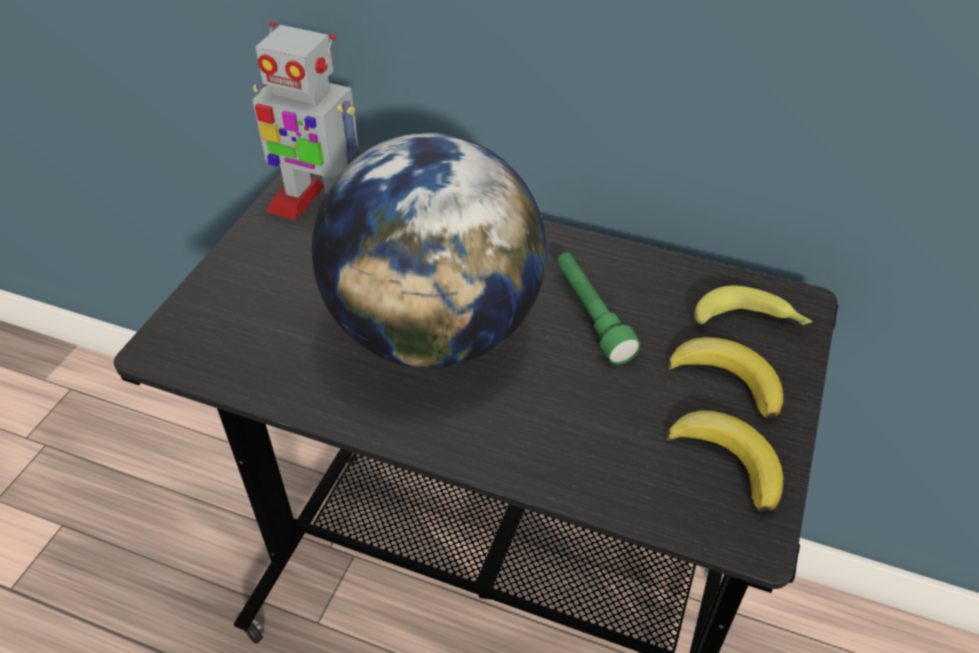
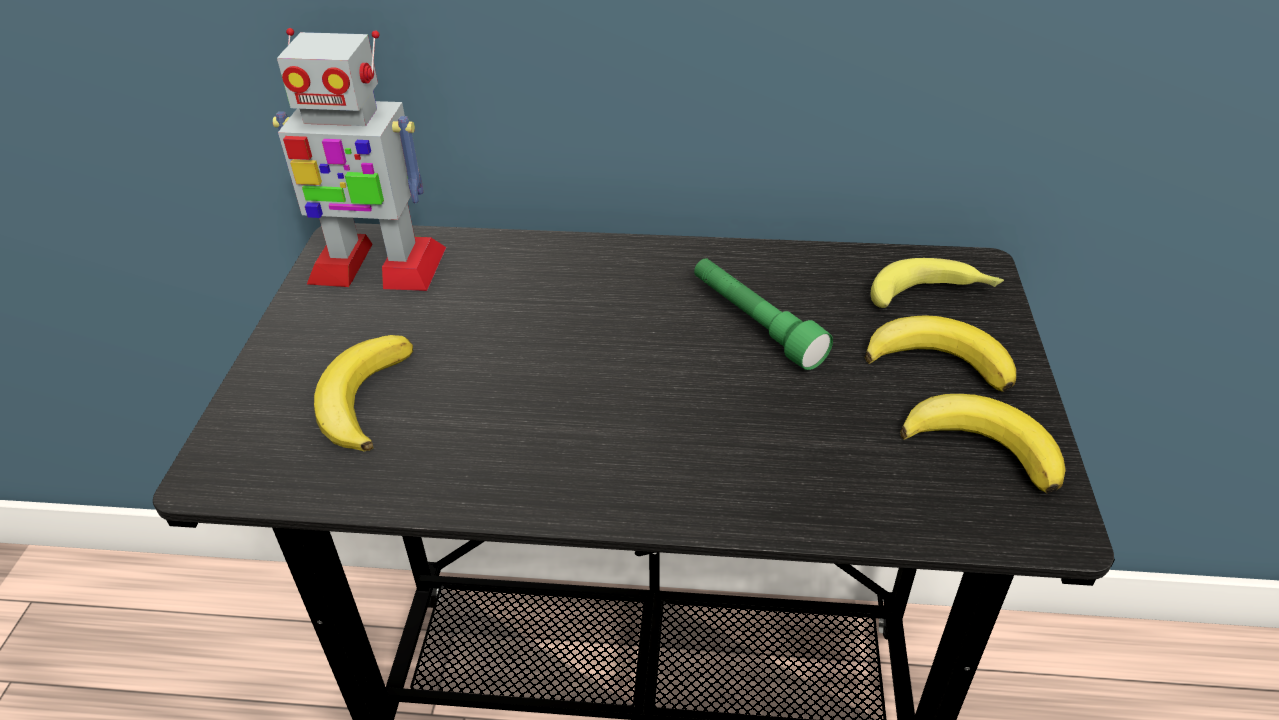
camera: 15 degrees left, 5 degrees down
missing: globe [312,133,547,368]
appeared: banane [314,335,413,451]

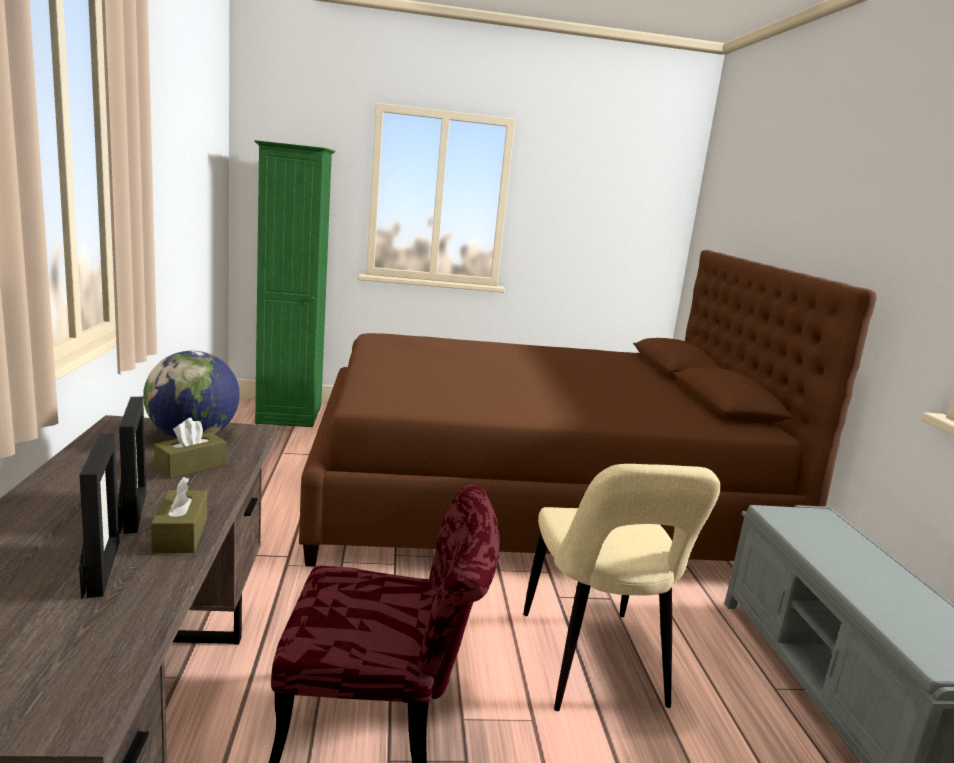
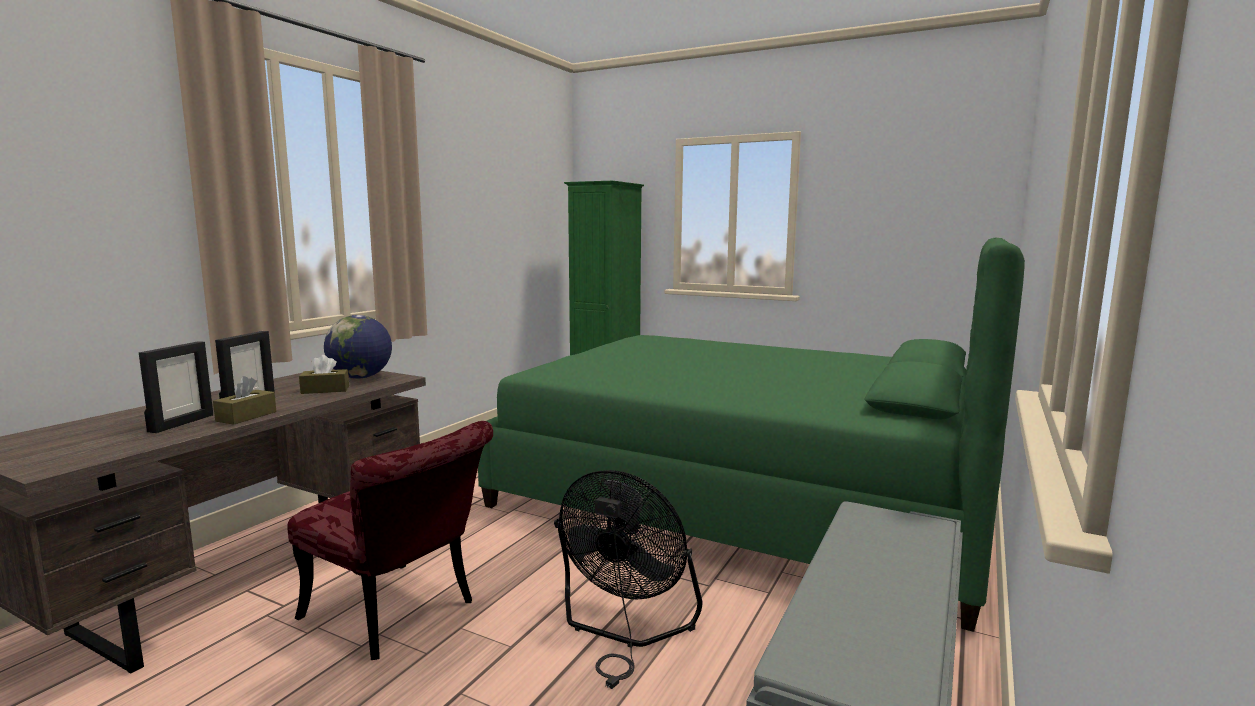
camera: 35 degrees right, 5 degrees down
exchanged: chaise/beige [523,464,721,711] to ventilateur/noir [554,470,702,689]
colour: lit/marron [299,250,876,566] to lit/vert [478,237,1025,632]

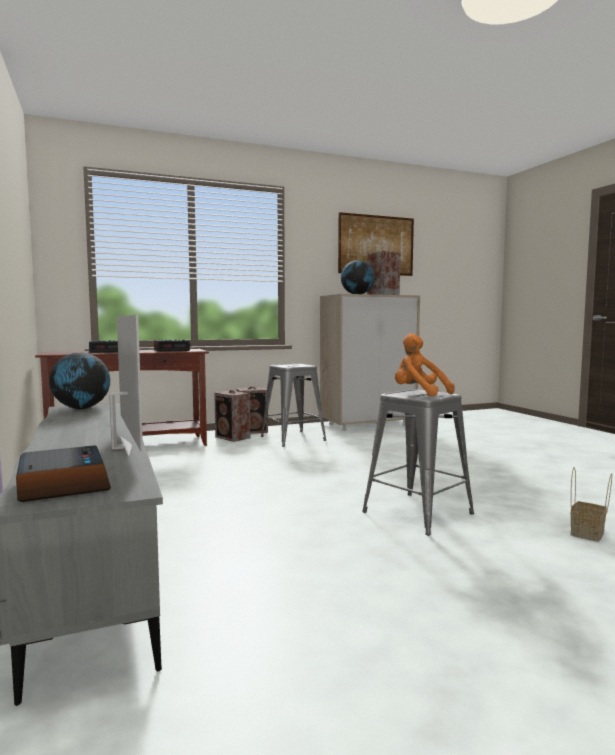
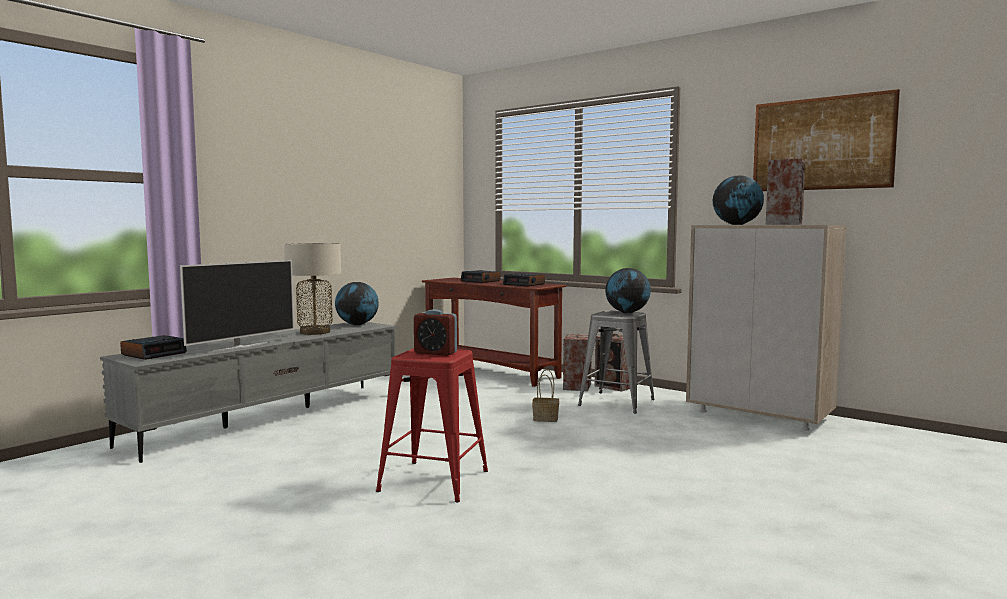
camera: 60 degrees right, 0 degrees up
appeared: lampe de table [284,243,341,335]; globe [605,268,651,313]
relocated: panier [570,467,612,542] to [532,369,559,422]
exchanged: peluche/orange [395,333,455,396] to réveil [414,309,457,356]
colour: tabouret/gris [362,389,474,536] to tabouret/rouge [376,348,488,503]

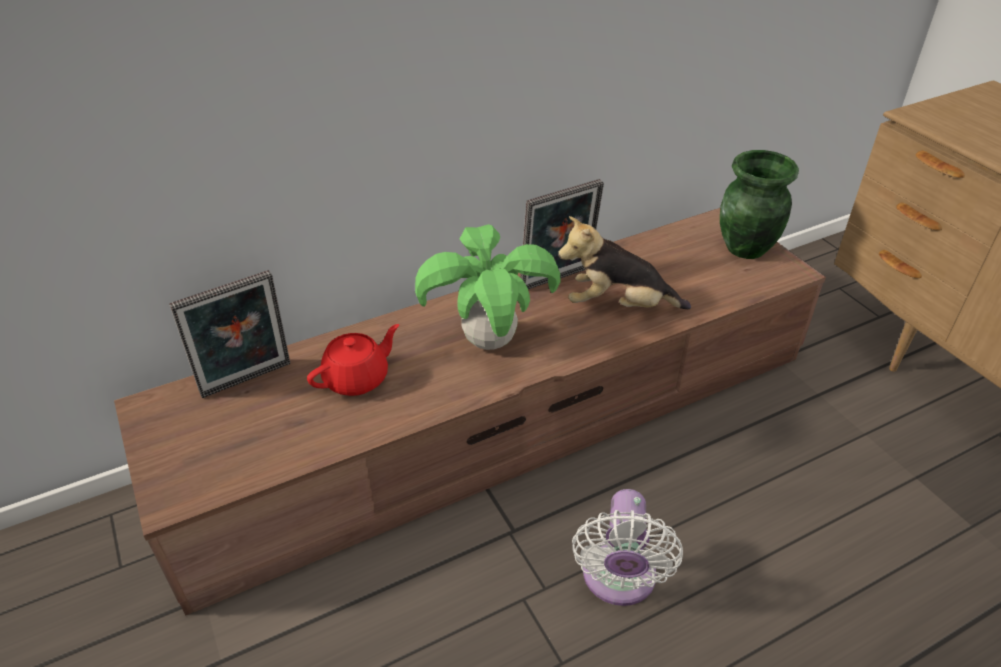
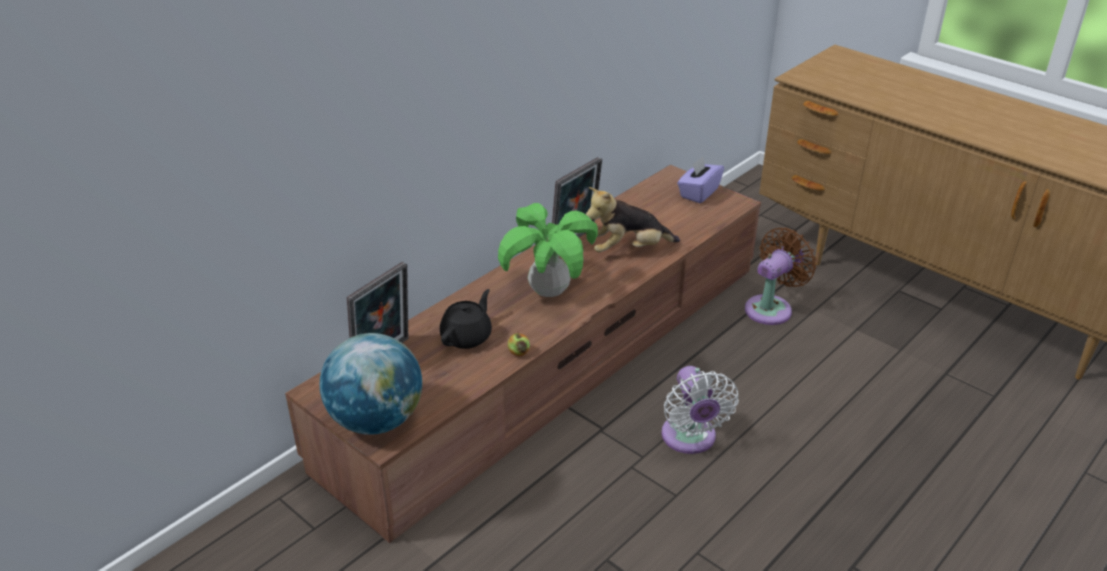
camera: 20 degrees left, 5 degrees down
appeared: globe [319,333,422,435]; pomme [508,333,530,356]; ventilateur/marron [745,227,816,325]
exchanged: vase/vert [720,150,799,259] to boîte à mouchoirs/violet [677,157,724,203]
colour: théière/rouge [307,324,399,396] to théière/noir [440,289,492,349]

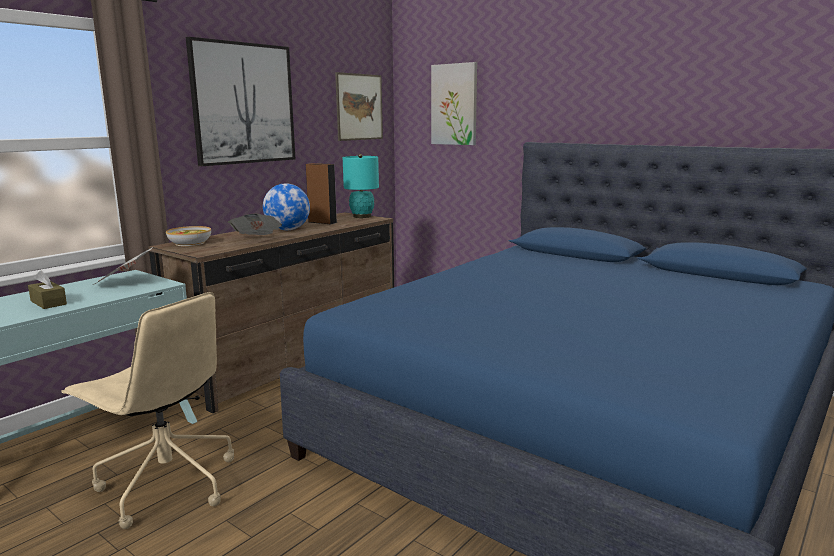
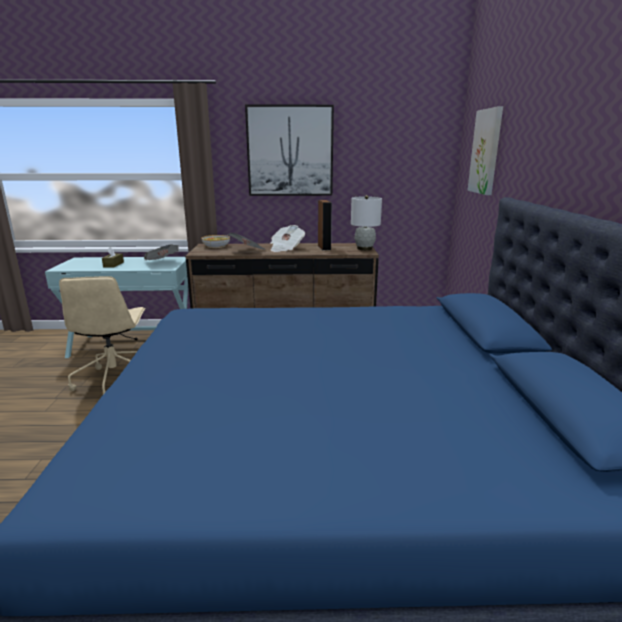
camera: 50 degrees right, 5 degrees up
missing: tableau [335,72,383,141]
exchanged: globe [263,184,310,230] to journal [270,225,305,252]
colour: lampe de table/turquoise [343,154,379,218] to lampe de table/blanc [351,195,382,250]

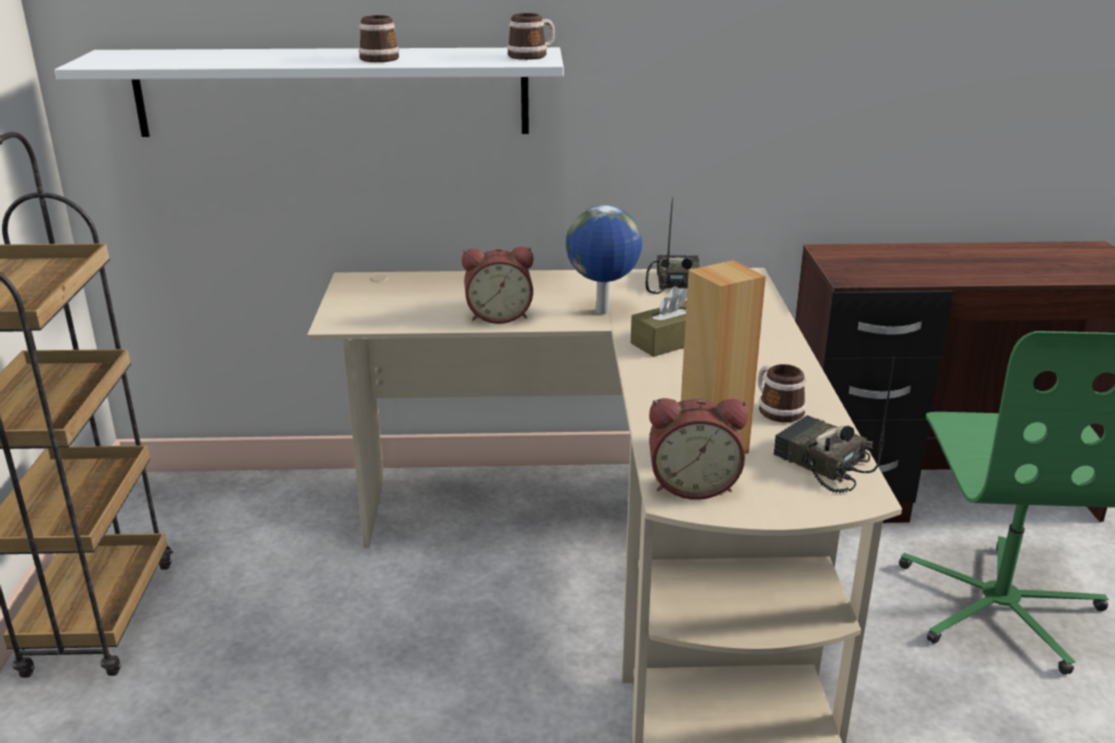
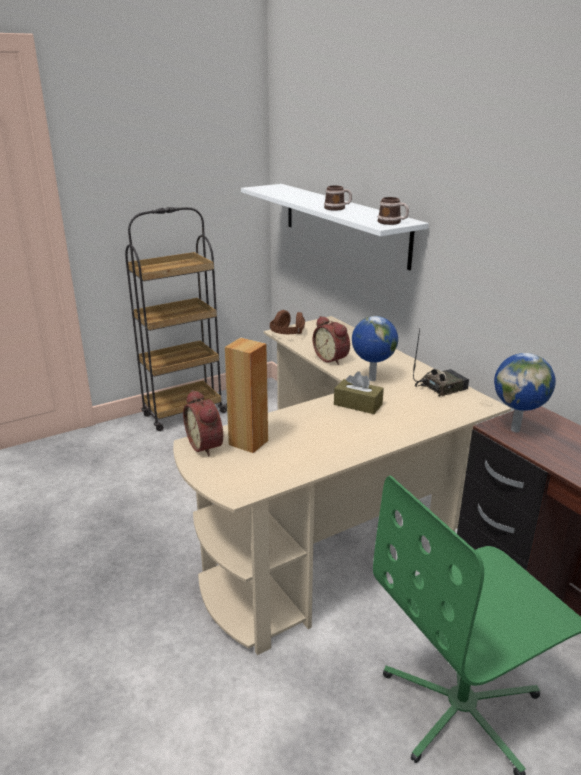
camera: 60 degrees right, 0 degrees up
missing: mug [757,364,806,422]; radio [774,357,894,493]
appeared: casque audio/marron [269,310,305,334]; globe [494,353,556,432]

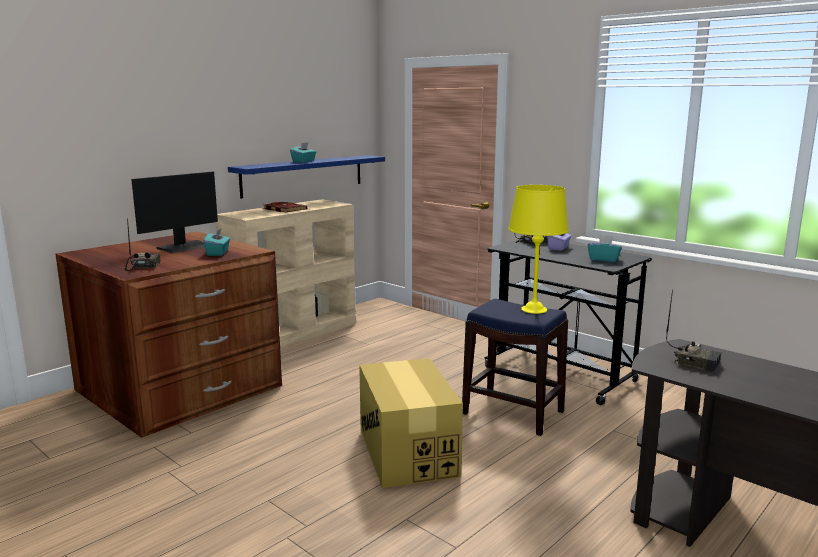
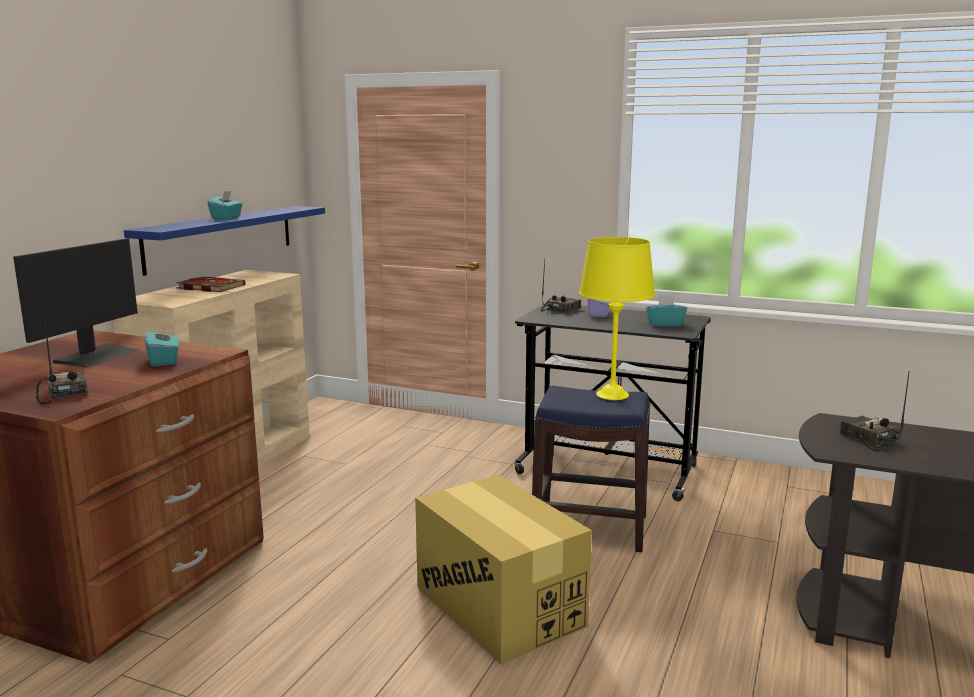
camera: 20 degrees left, 0 degrees up
spun: radio [666,290,721,372] = [840,372,909,451] 135 degrees counterclockwise

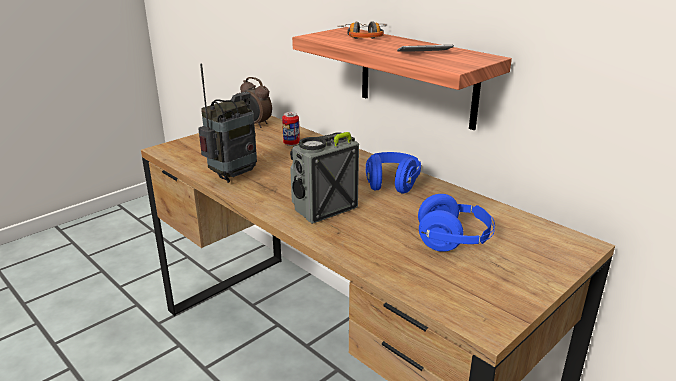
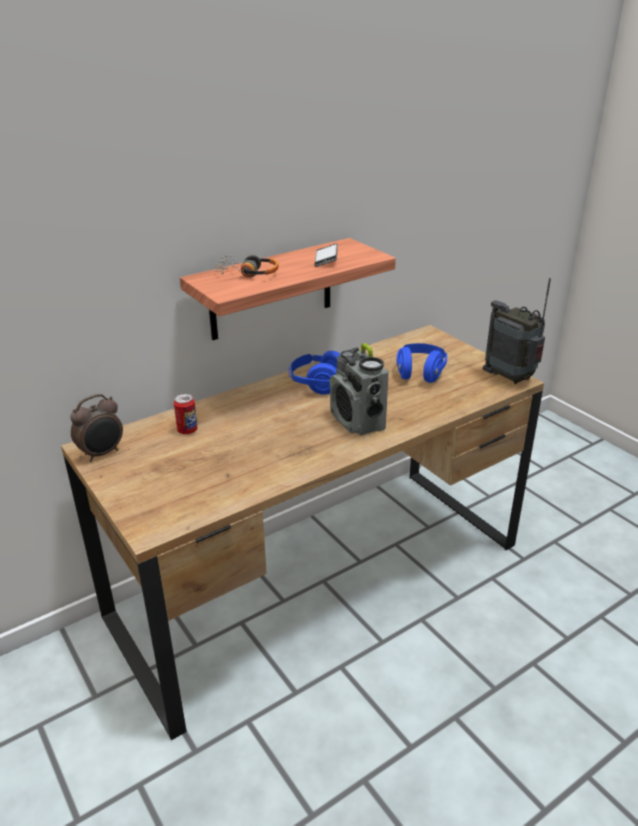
camera: 80 degrees left, 5 degrees up
relocated: radio [198,64,257,183] to [483,278,551,384]

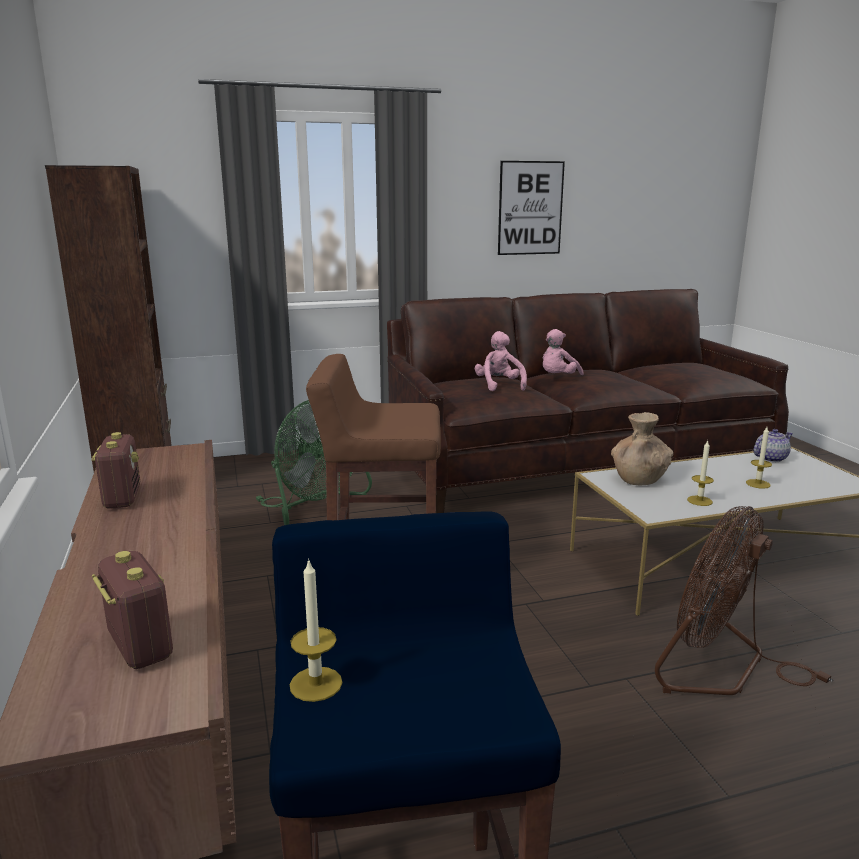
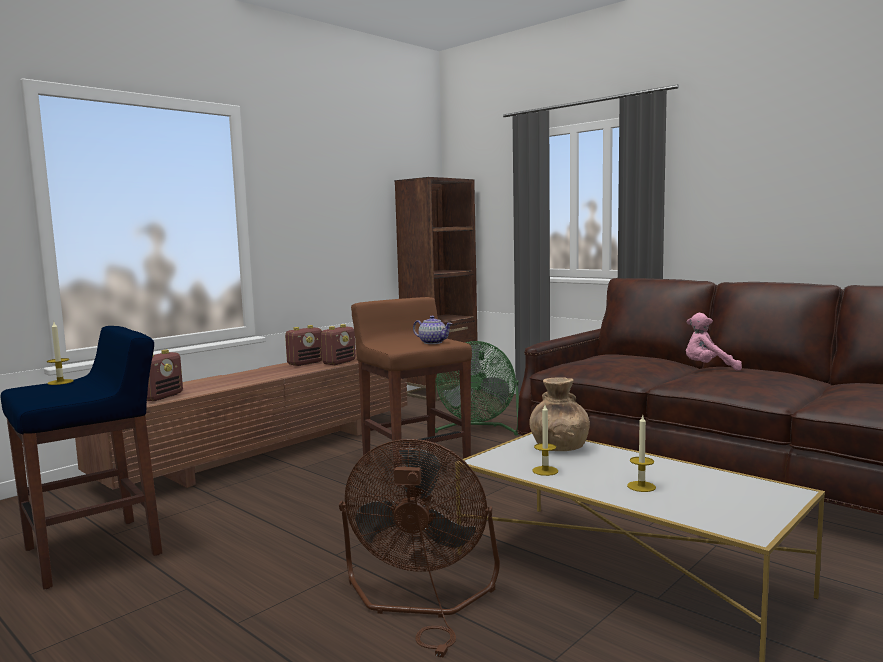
camera: 60 degrees right, 10 degrees down
missing: peluche/rose [475,331,527,391]; tableau [498,161,565,255]
appeared: radio [321,324,356,365]
relocated: théière [754,429,793,462] to [413,316,453,344]

